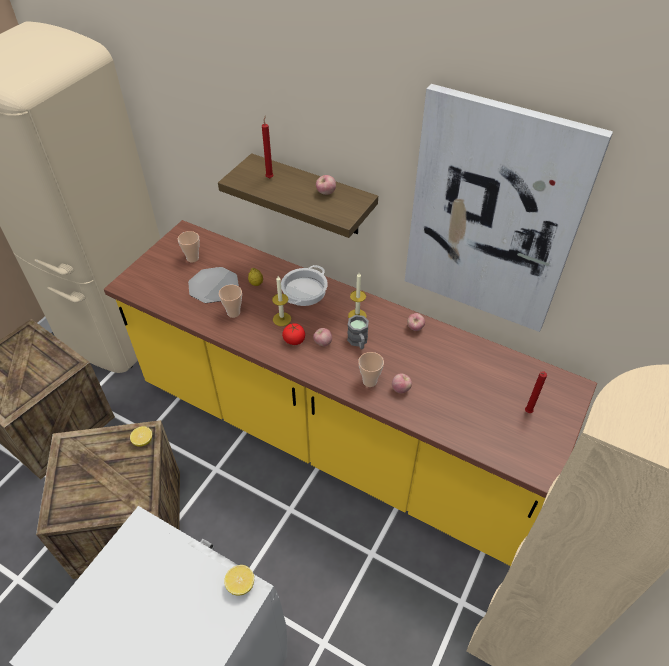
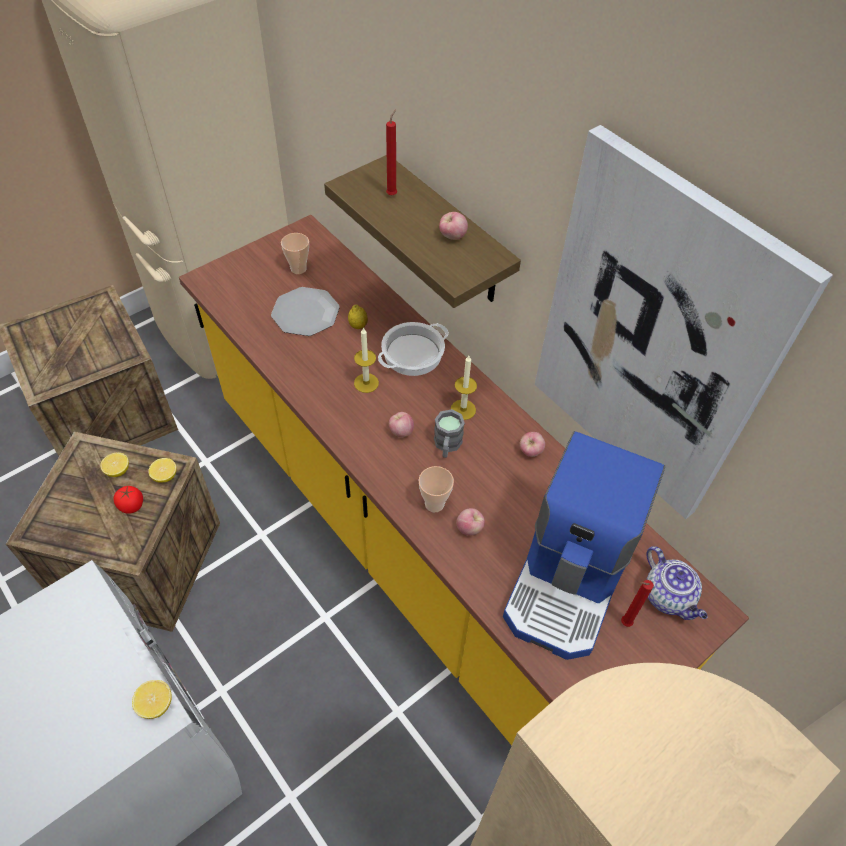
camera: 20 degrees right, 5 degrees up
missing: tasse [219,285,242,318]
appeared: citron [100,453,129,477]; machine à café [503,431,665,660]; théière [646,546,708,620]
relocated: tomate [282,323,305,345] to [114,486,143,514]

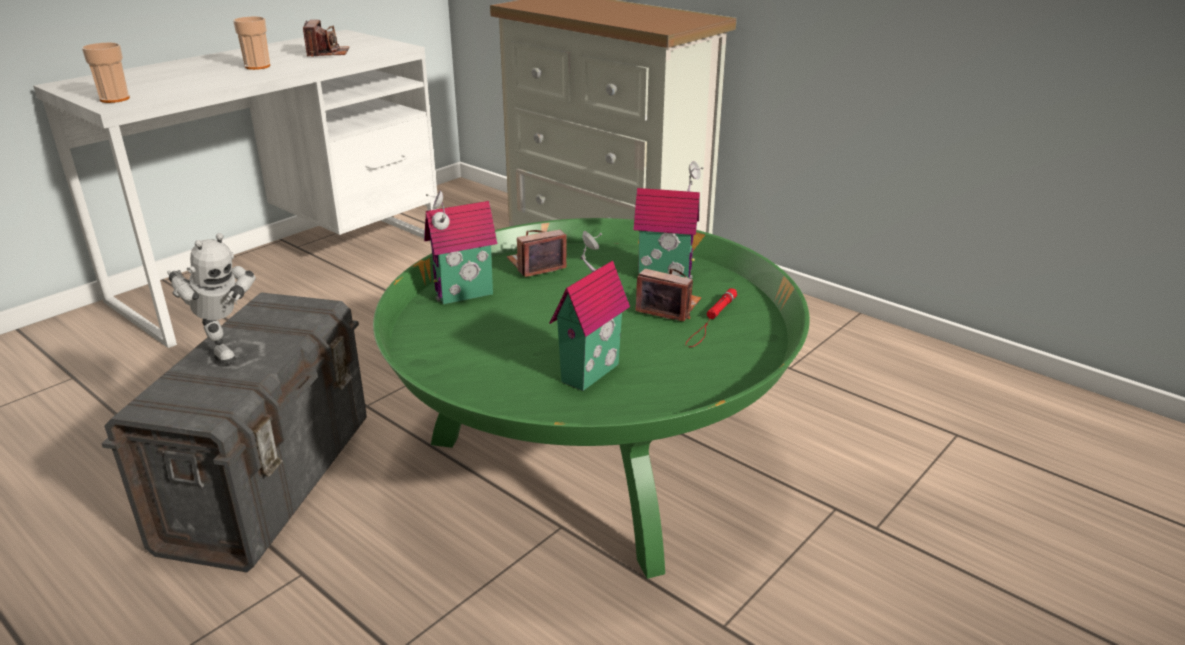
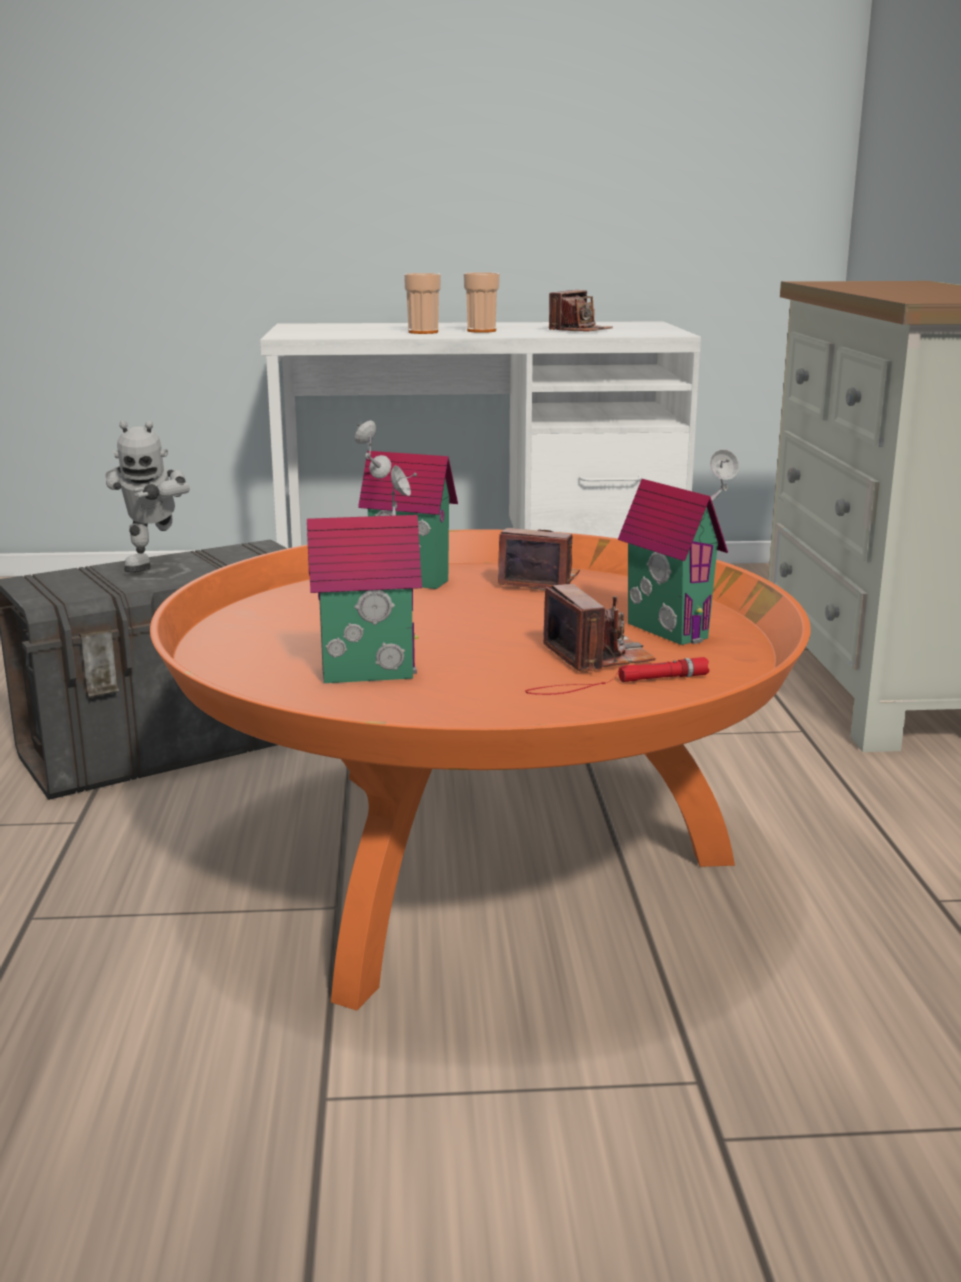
camera: 45 degrees right, 10 degrees down
relocated: tasse [82,42,130,103] to [404,273,441,334]
colour: table basse/vert [373,218,810,579] to table basse/orange [150,529,811,1010]

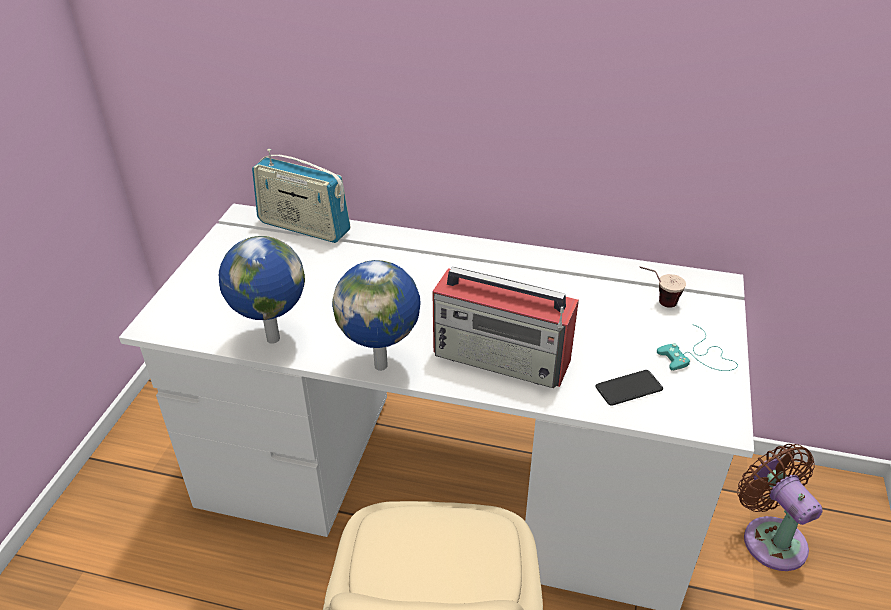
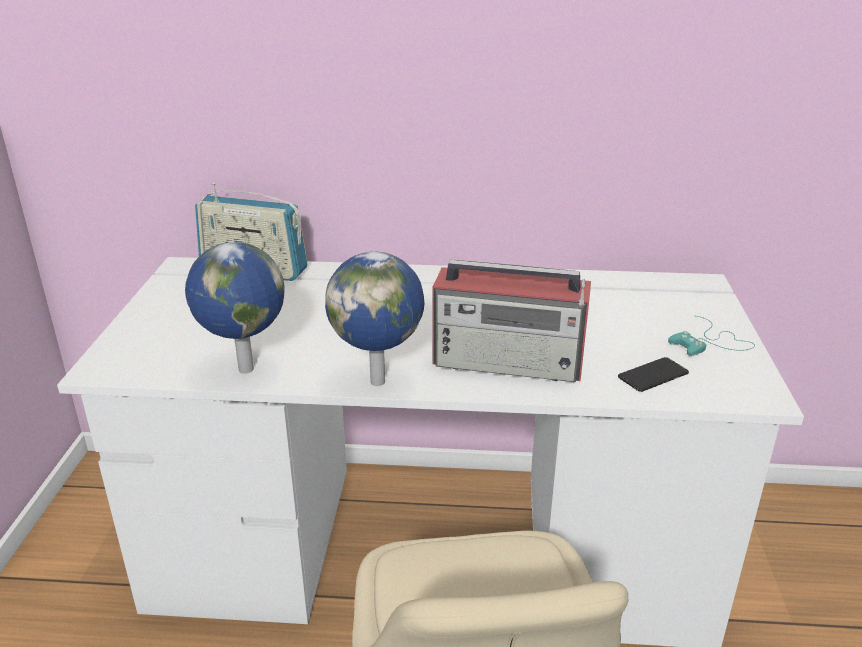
camera: 10 degrees left, 10 degrees down
missing: tasse [639,266,686,308]; ventilateur/marron [737,444,822,571]

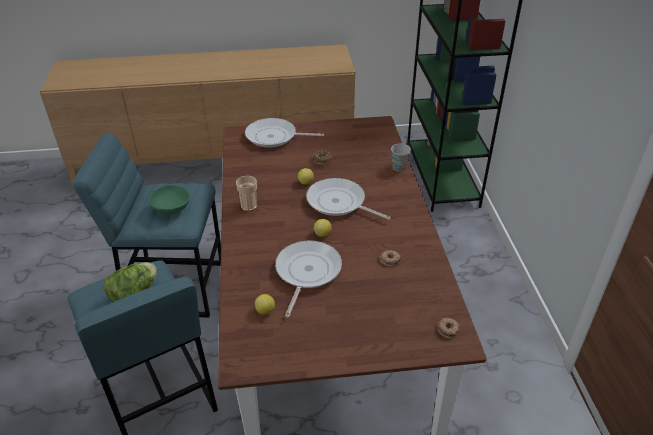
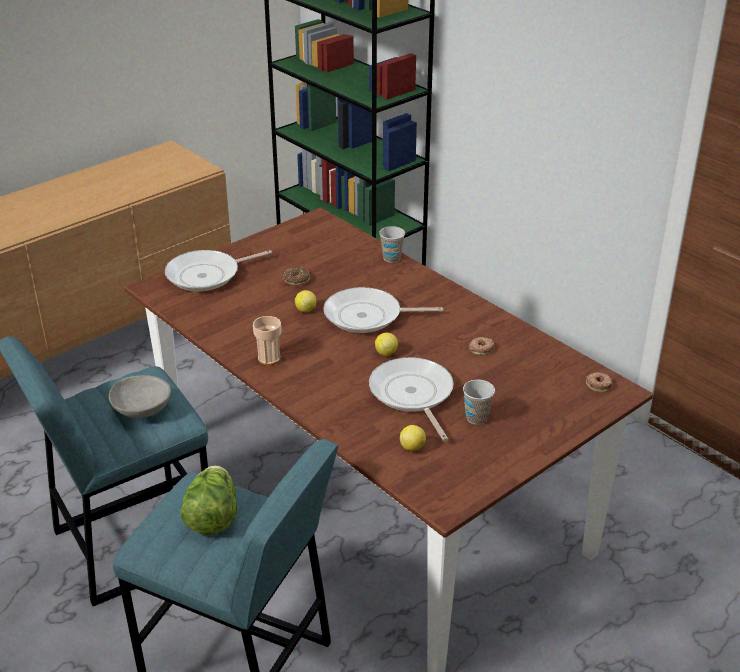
camera: 35 degrees left, 5 degrees down
appeared: tasse [463,380,495,425]
colour: bol/vert [149,184,190,214] to bol/gris [109,375,171,418]

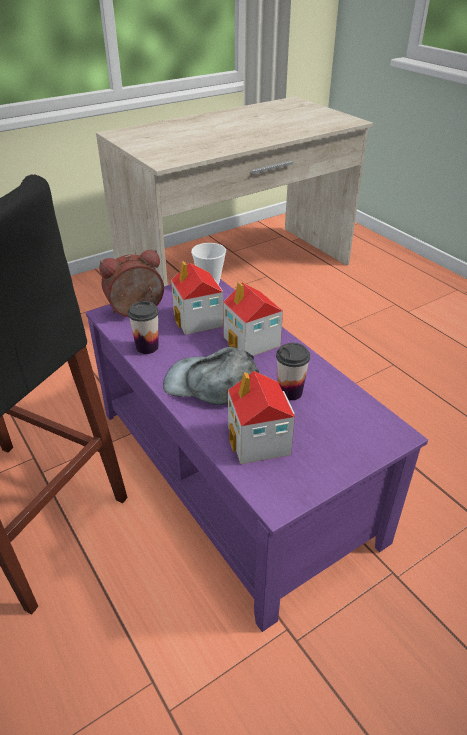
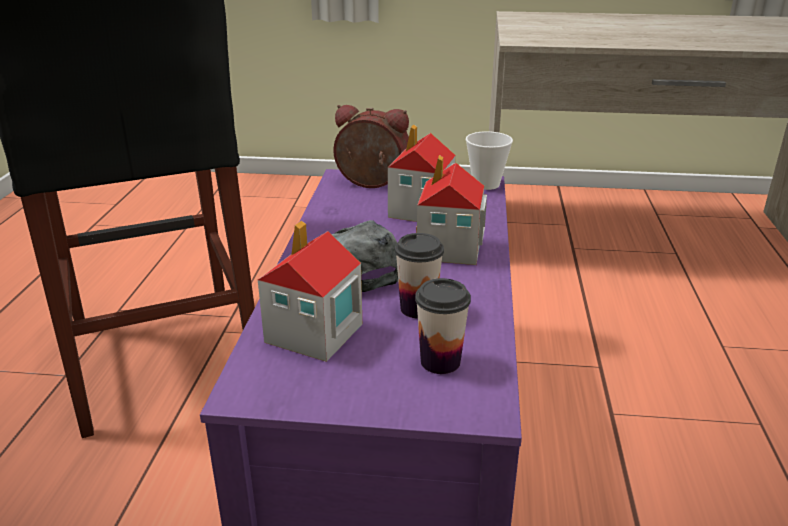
camera: 40 degrees right, 10 degrees down
relocated: tasse [128,301,159,354] to [415,278,471,374]

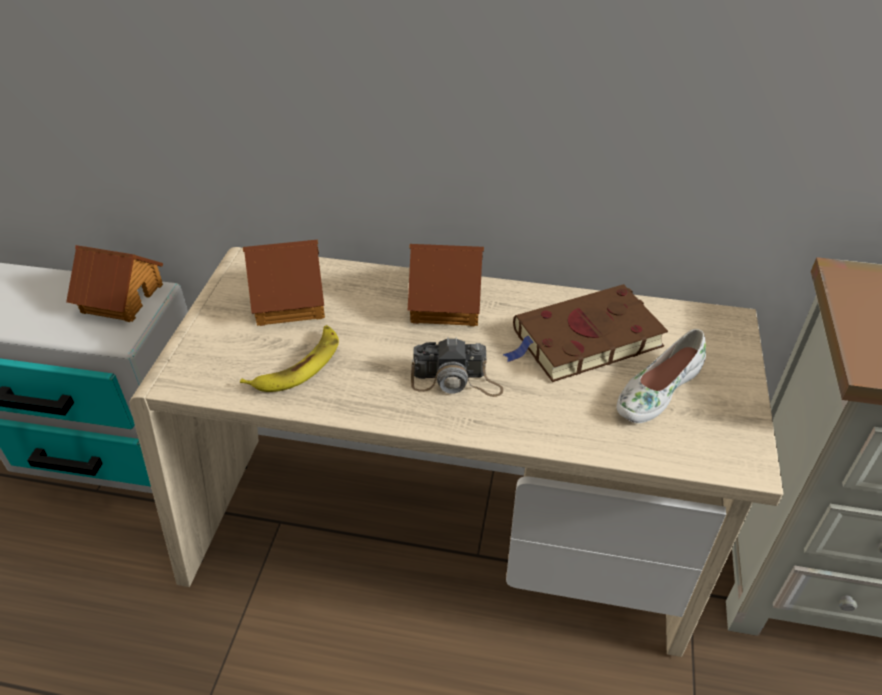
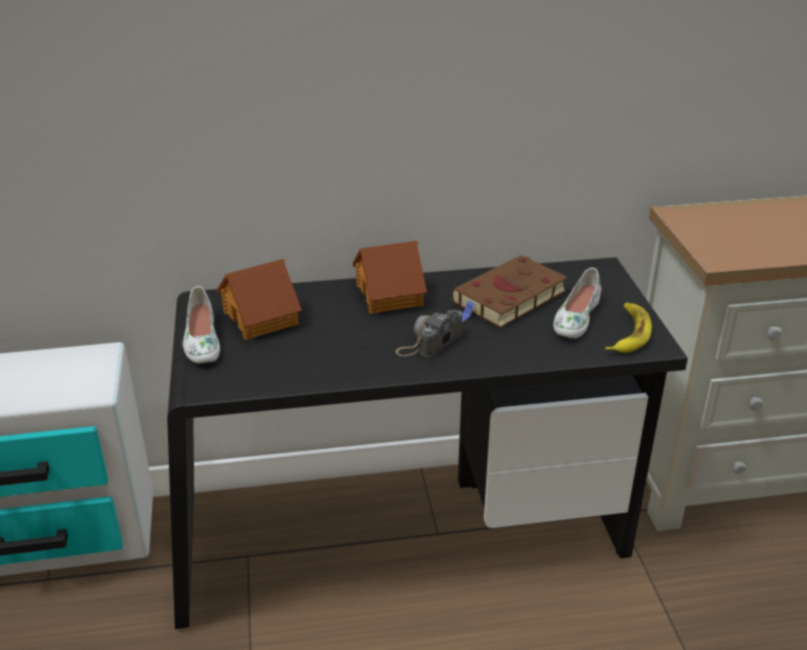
camera: 20 degrees left, 10 degrees down
missing: maison miniature [66,245,163,322]
appeared: chaussure/blanc [183,286,220,363]
relocated: banane [240,325,339,392] to [605,303,652,353]
colour: bureau/beige [129,247,783,657] to bureau/noir [167,257,688,629]
spun: appareil photo [411,337,503,397] = [396,309,462,358] 150 degrees clockwise

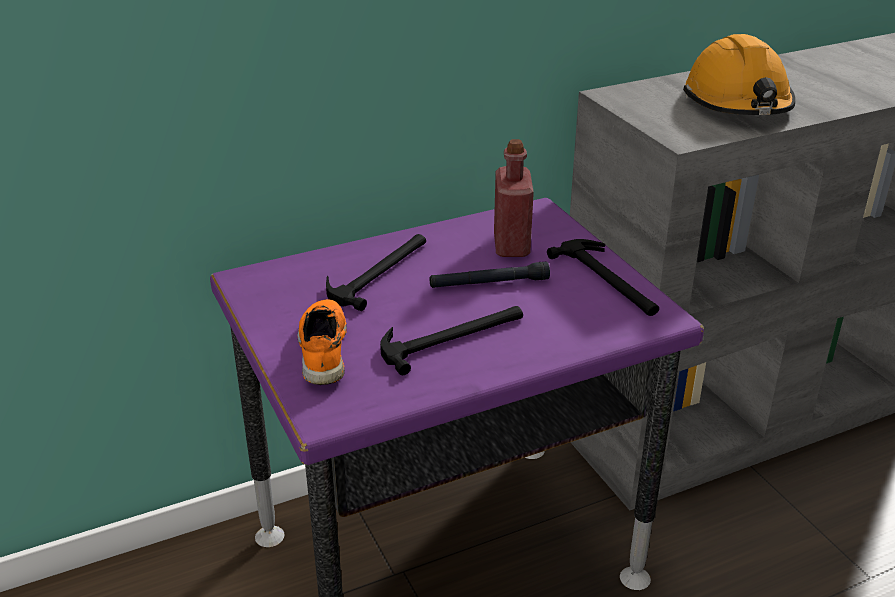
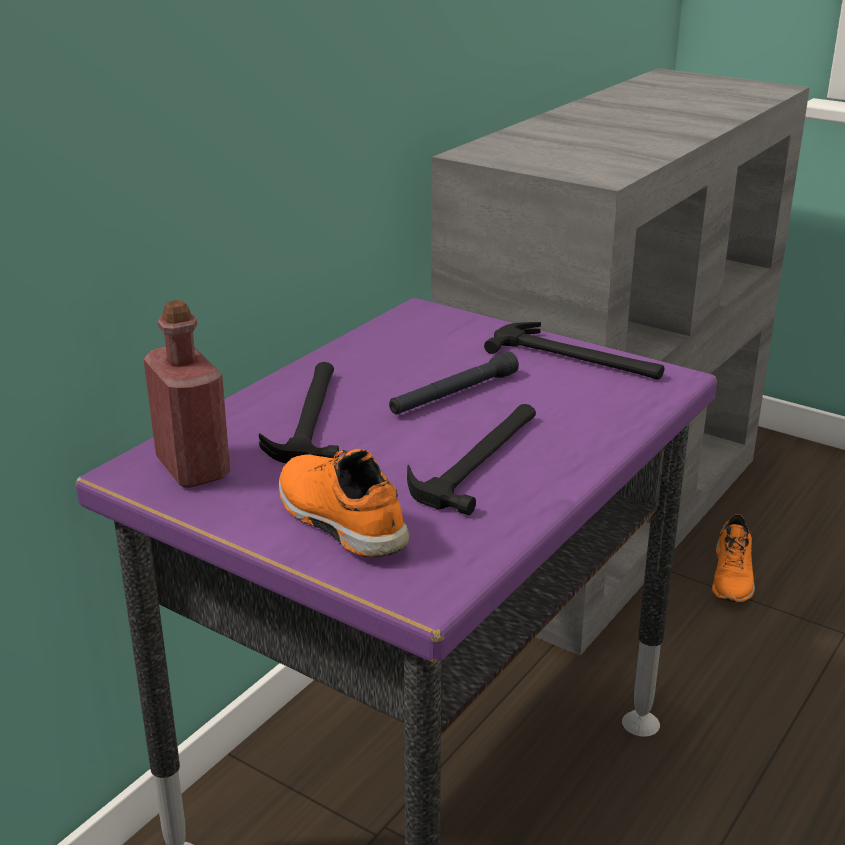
camera: 30 degrees left, 5 degrees down
missing: casque de chantier/orange [683,34,795,115]
appeared: chaussure/orange [712,514,755,602]
relocated: bouteille/rouge [494,139,534,257] to [144,300,230,488]

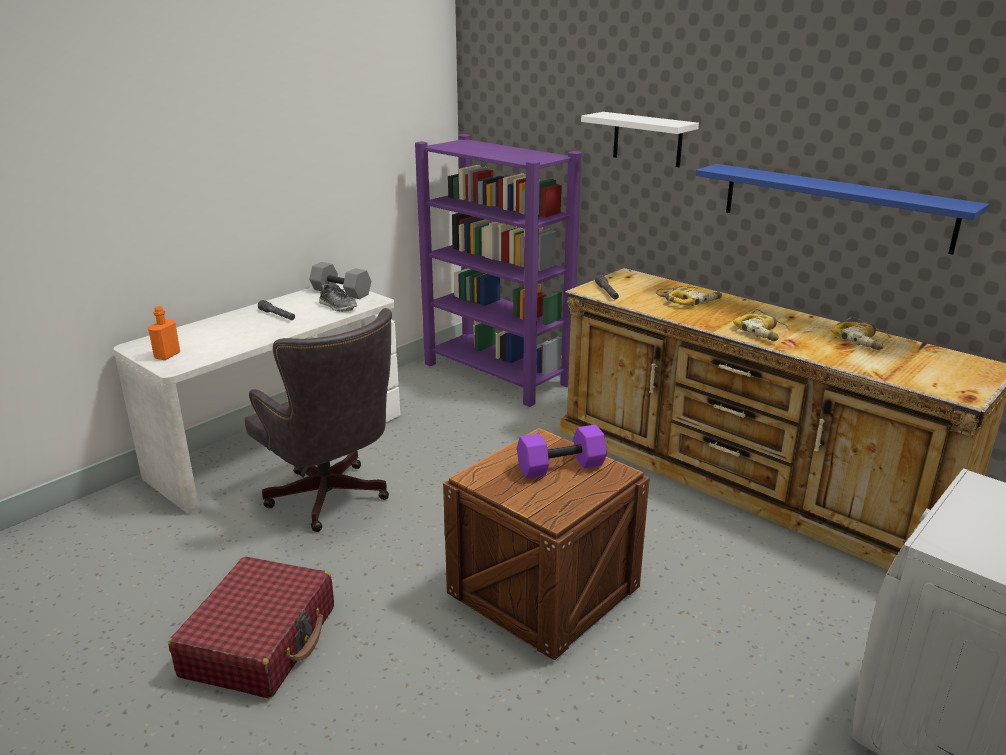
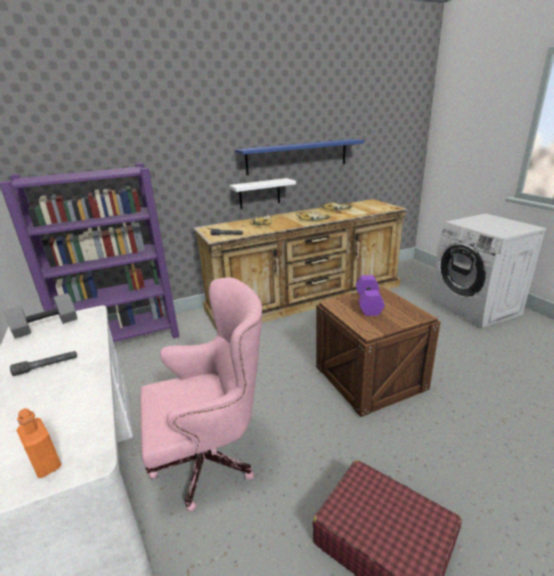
camera: 65 degrees left, 0 degrees up
missing: chaussure [319,284,357,312]
relocated: étagère/blanc [581,112,699,167] to [229,178,296,209]
colour: chaise de bureau/gris [245,308,392,532] to chaise de bureau/rose [140,277,262,512]

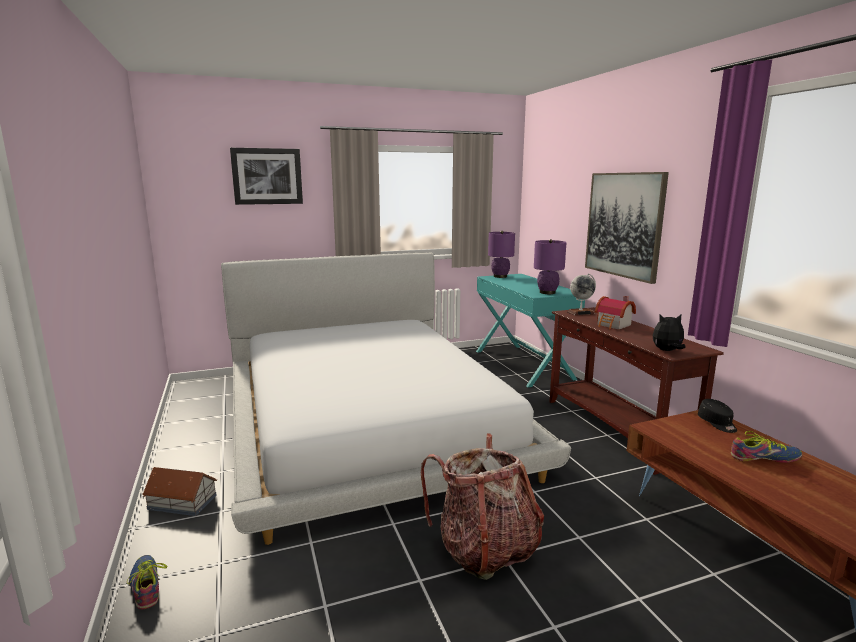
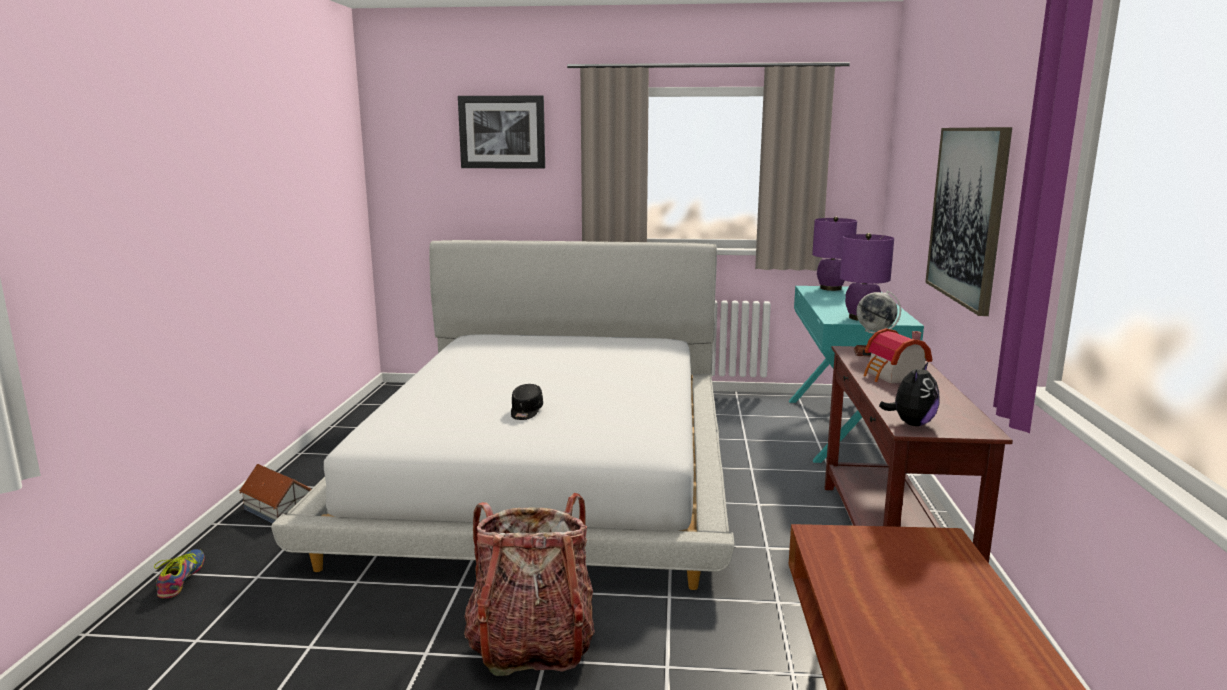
camera: 25 degrees right, 0 degrees up
missing: chaussure [730,431,802,463]
relocated: casquette/noir [698,399,737,433] to [511,384,543,420]
spun: peluche [653,315,685,351] = [879,361,940,426] 105 degrees clockwise

